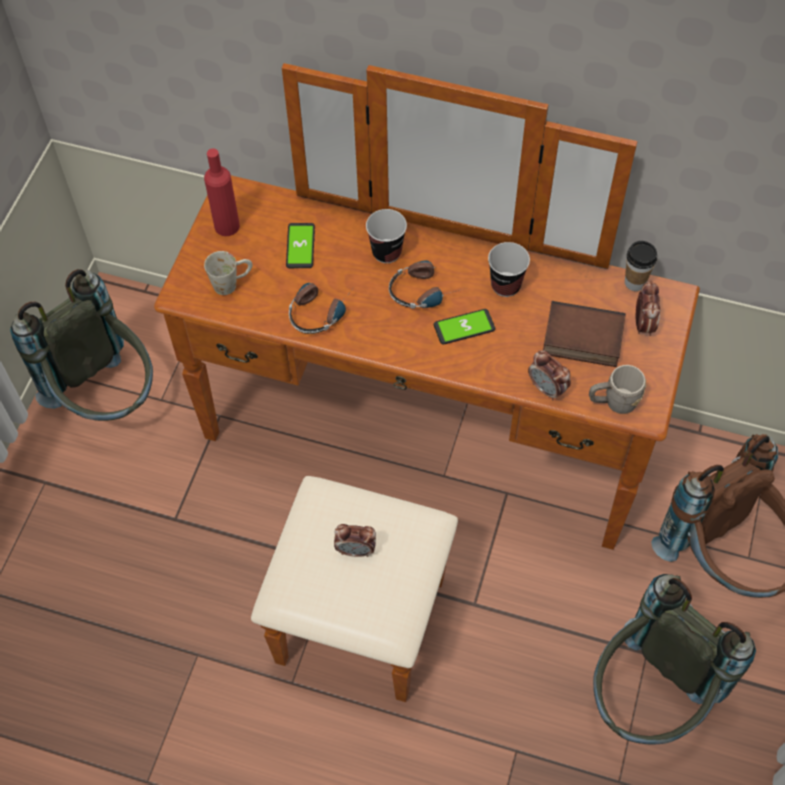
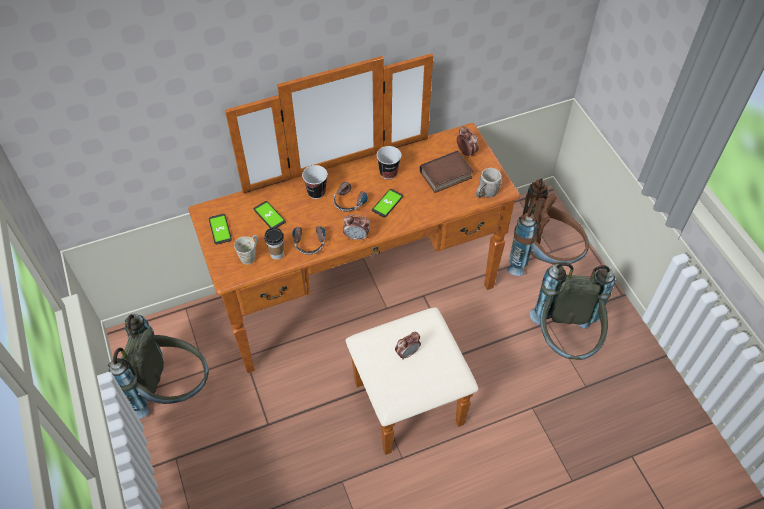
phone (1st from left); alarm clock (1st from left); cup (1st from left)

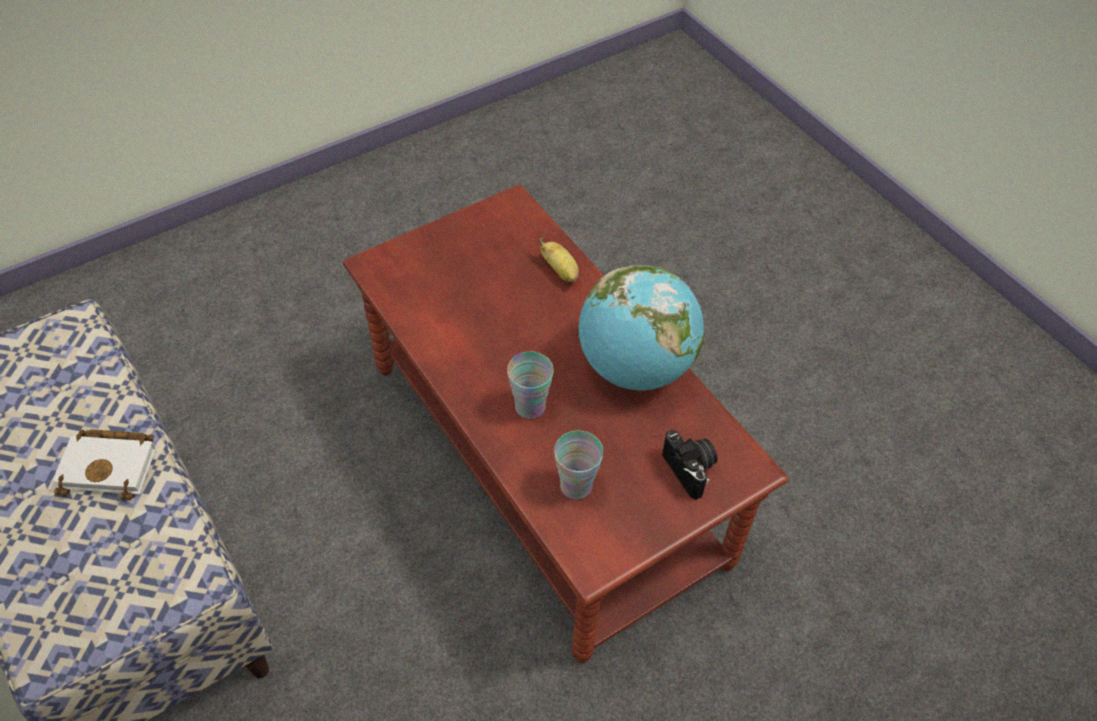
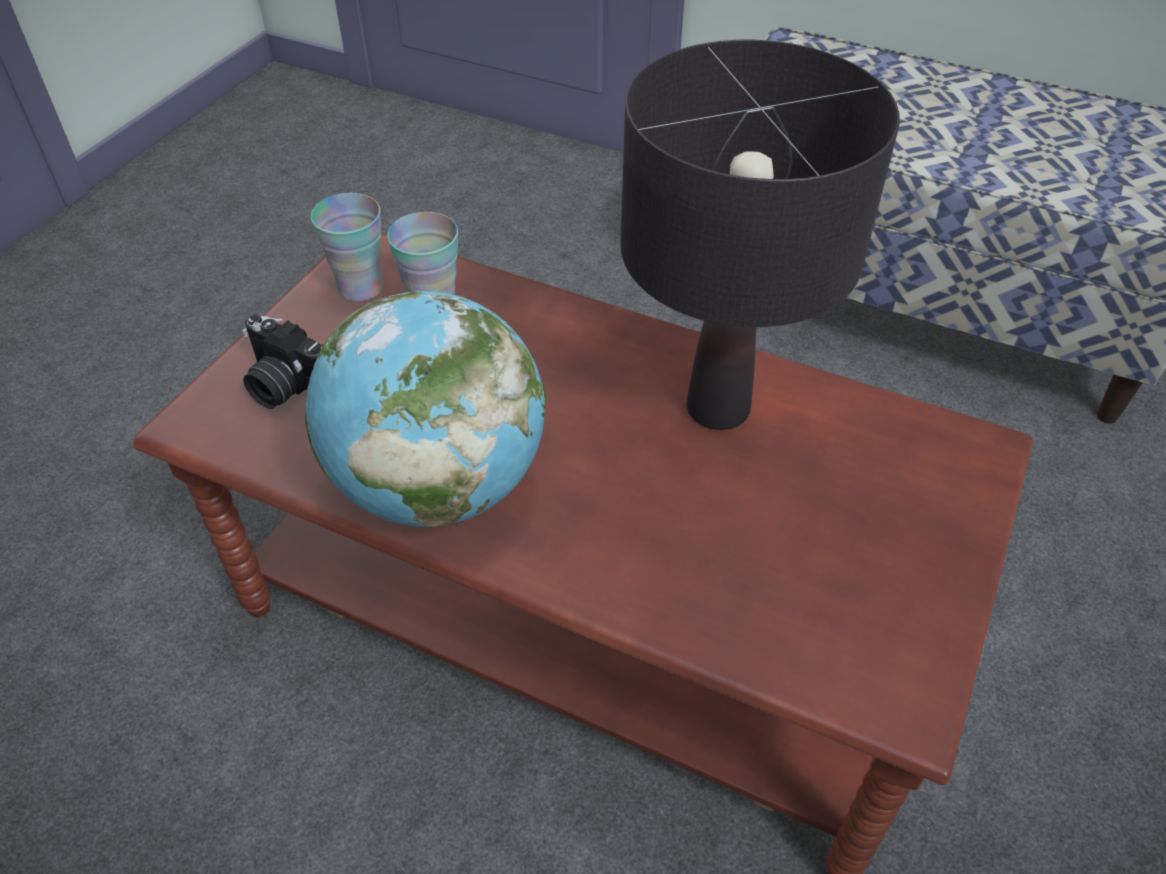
white book; cup (1st from left); banana; black table lamp

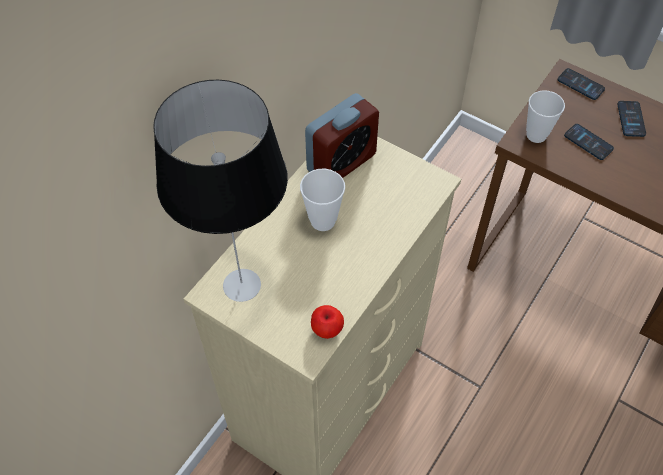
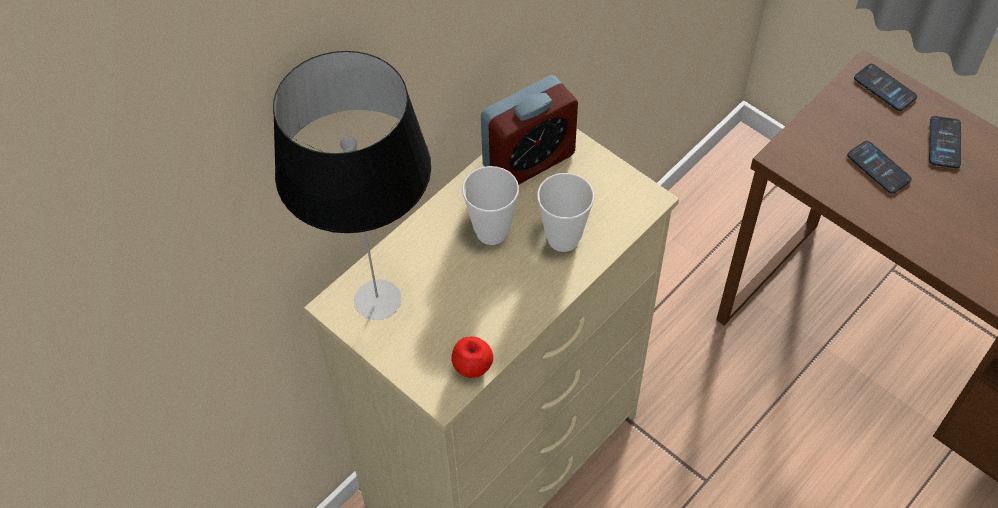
cup (2nd from left)

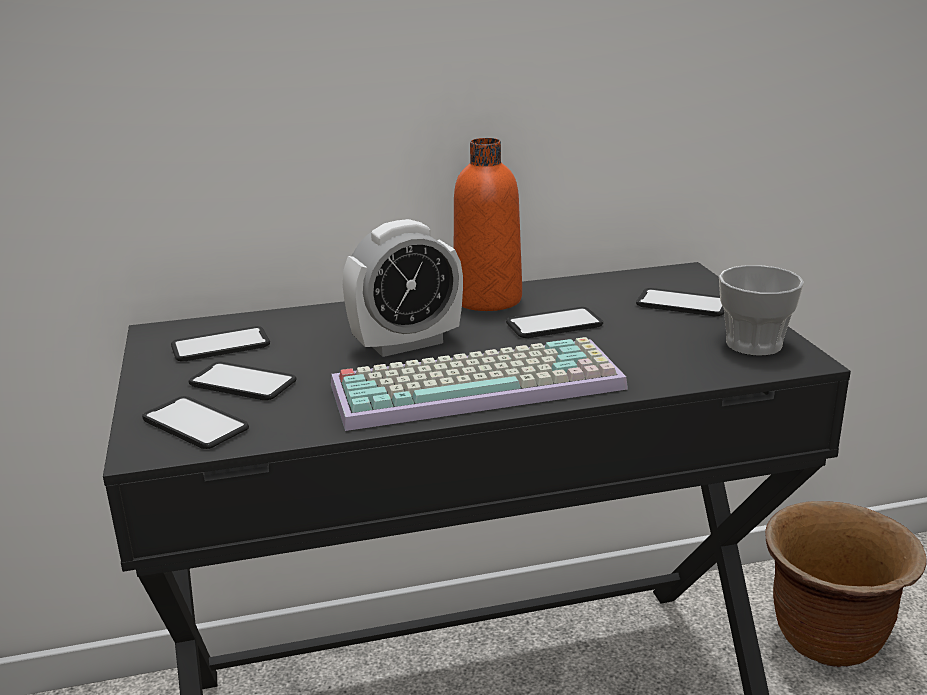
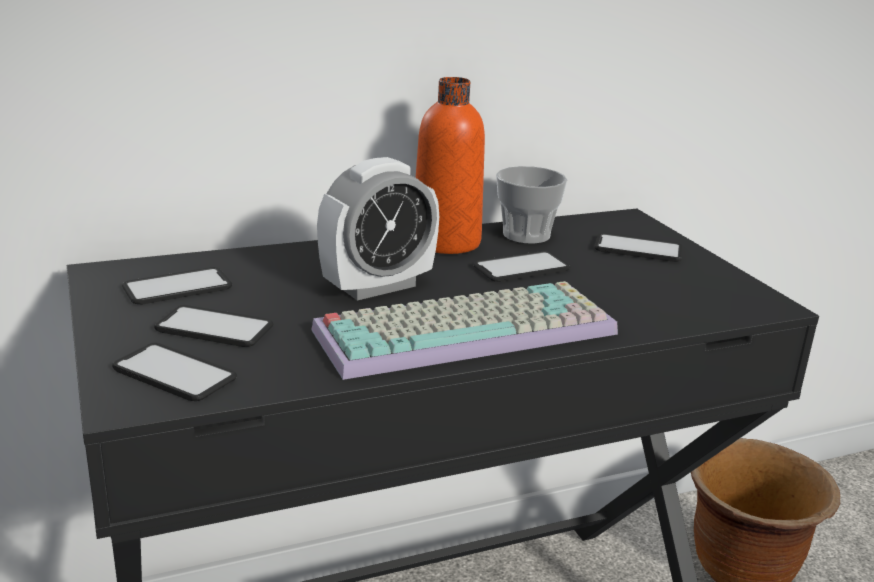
cup

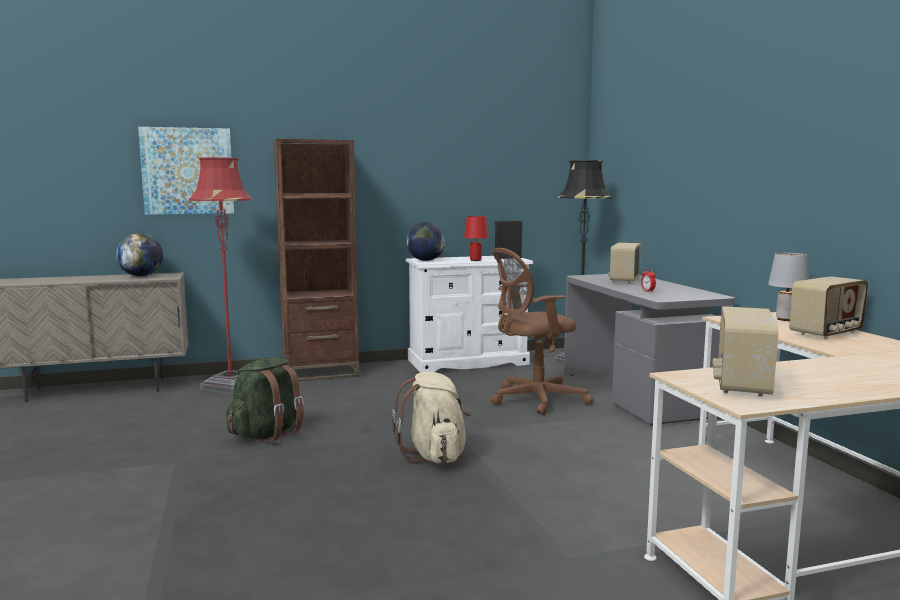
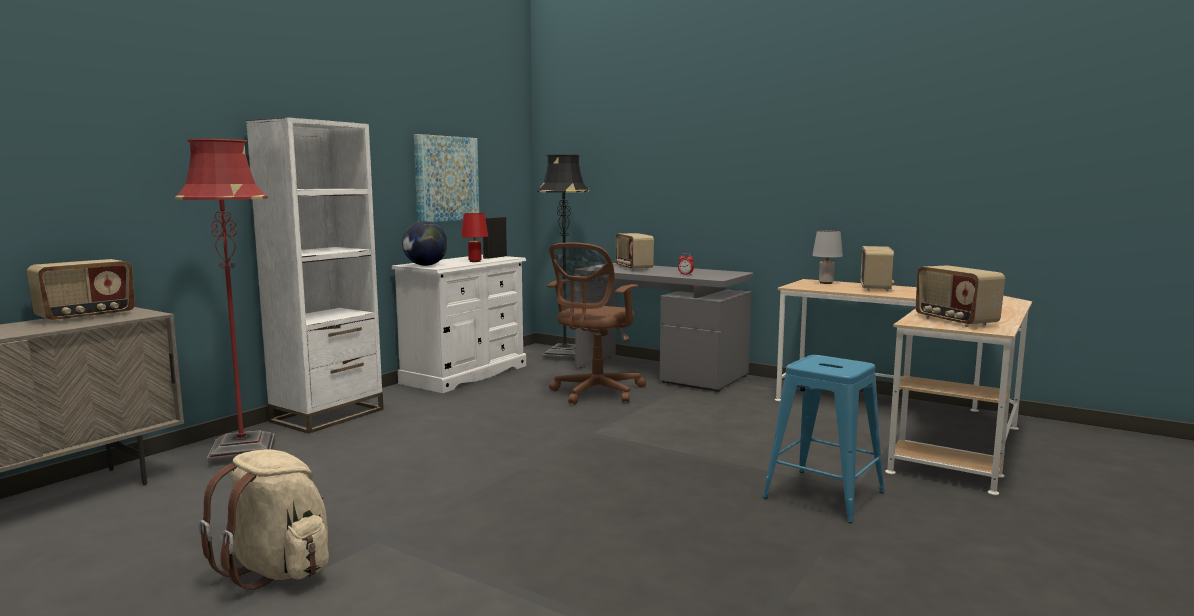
radio (1st from left); picture; green backpack; white bookcase; beige backpack; blue stool

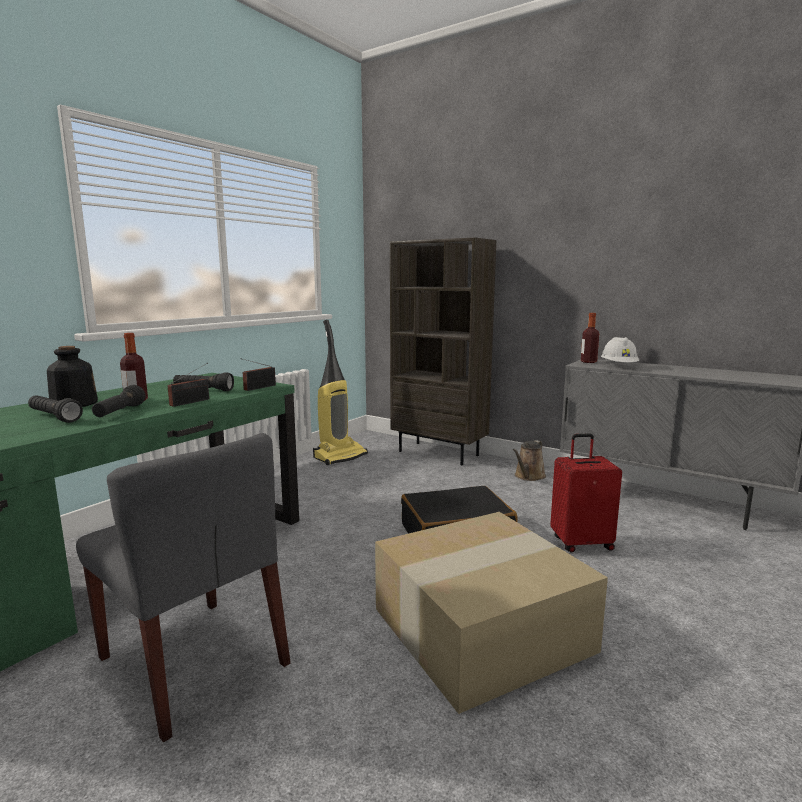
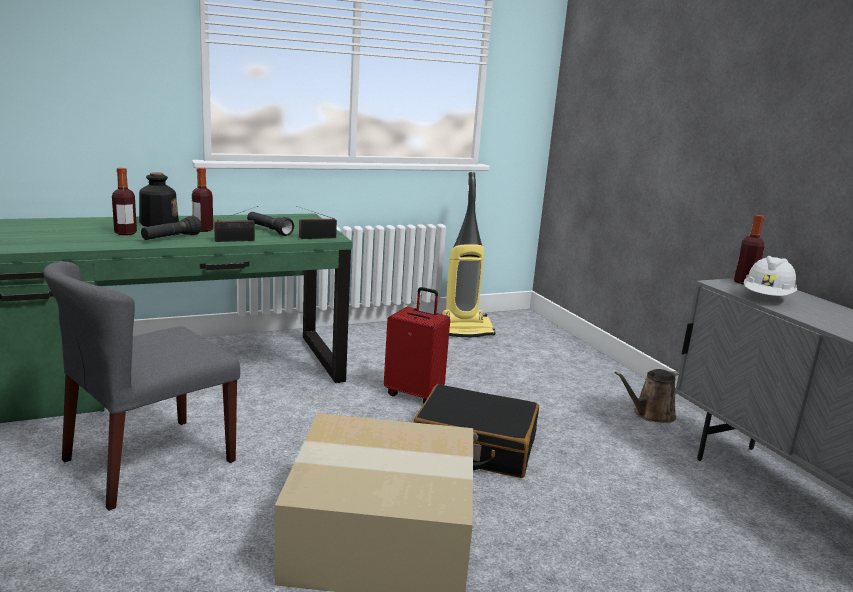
bottle (1st from left); grey chair; brown bookcase; red suitcase

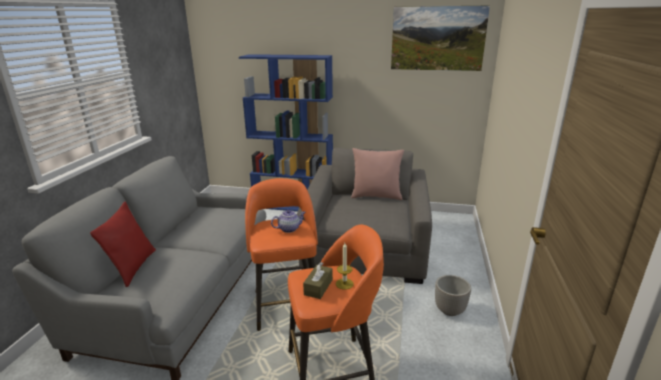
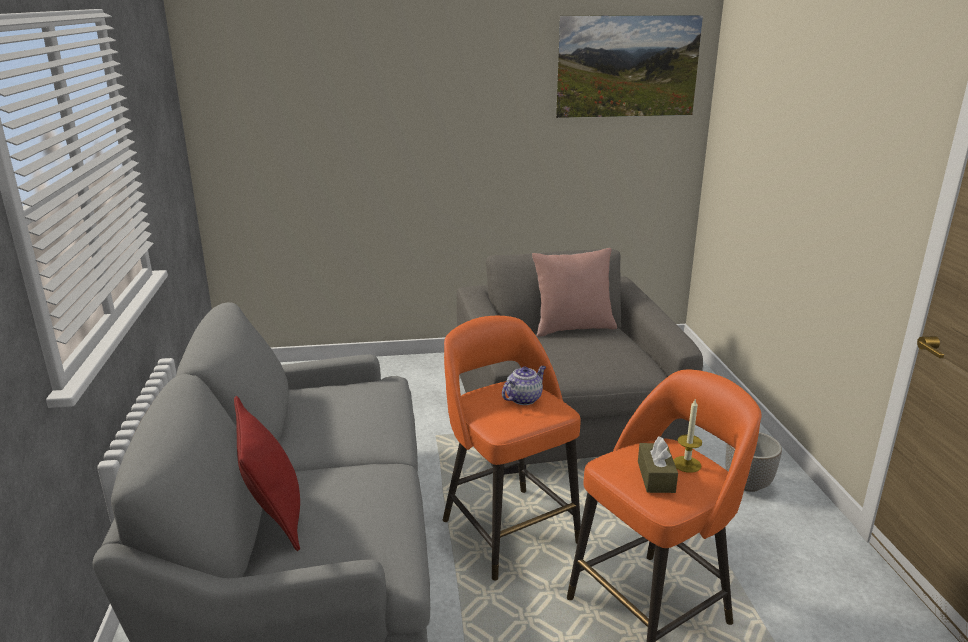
blue bookcase

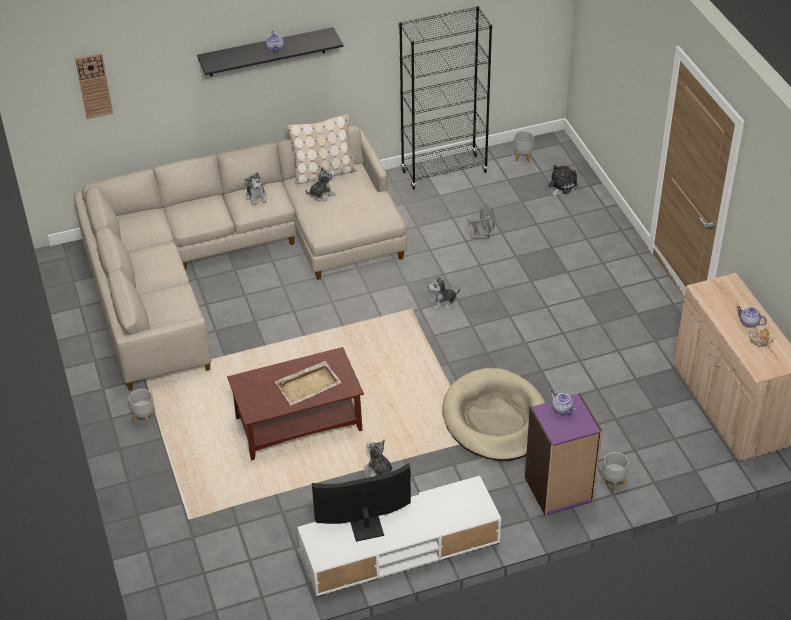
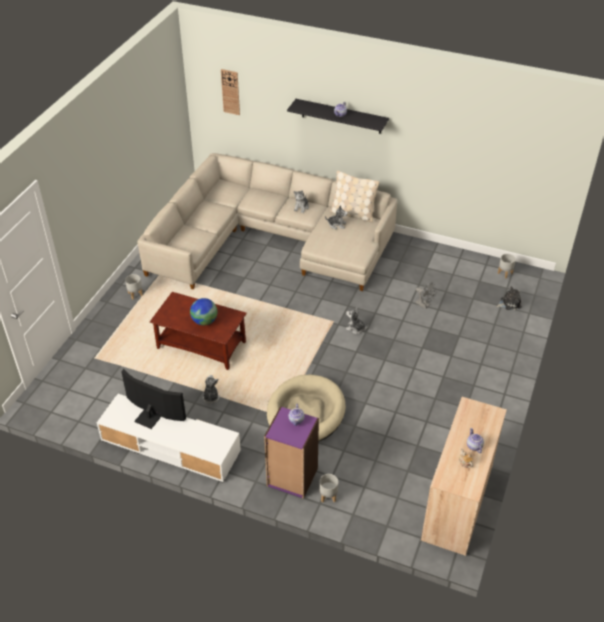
globe; black bookcase

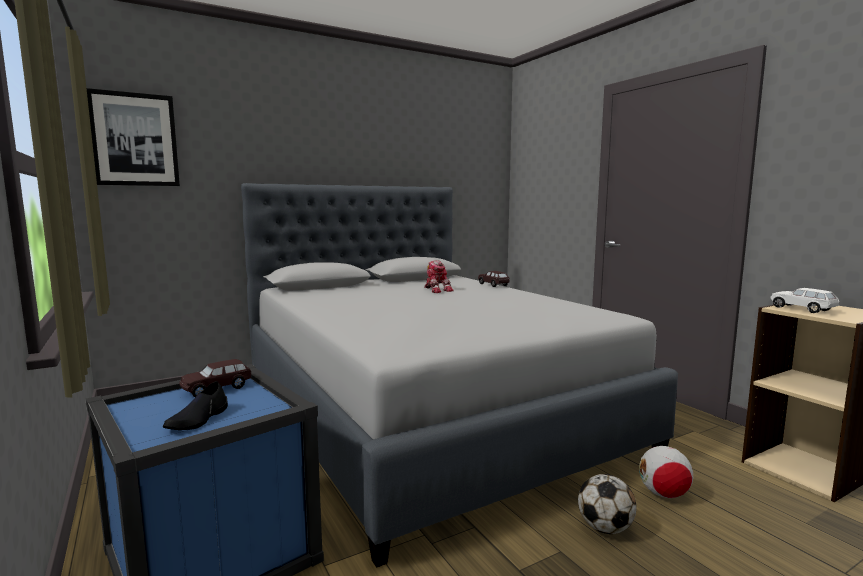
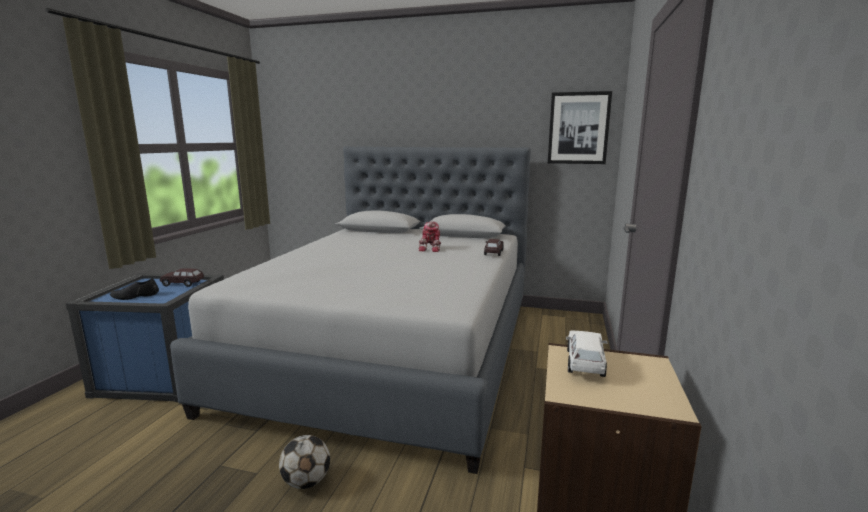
picture; football (2nd from left in the first image)

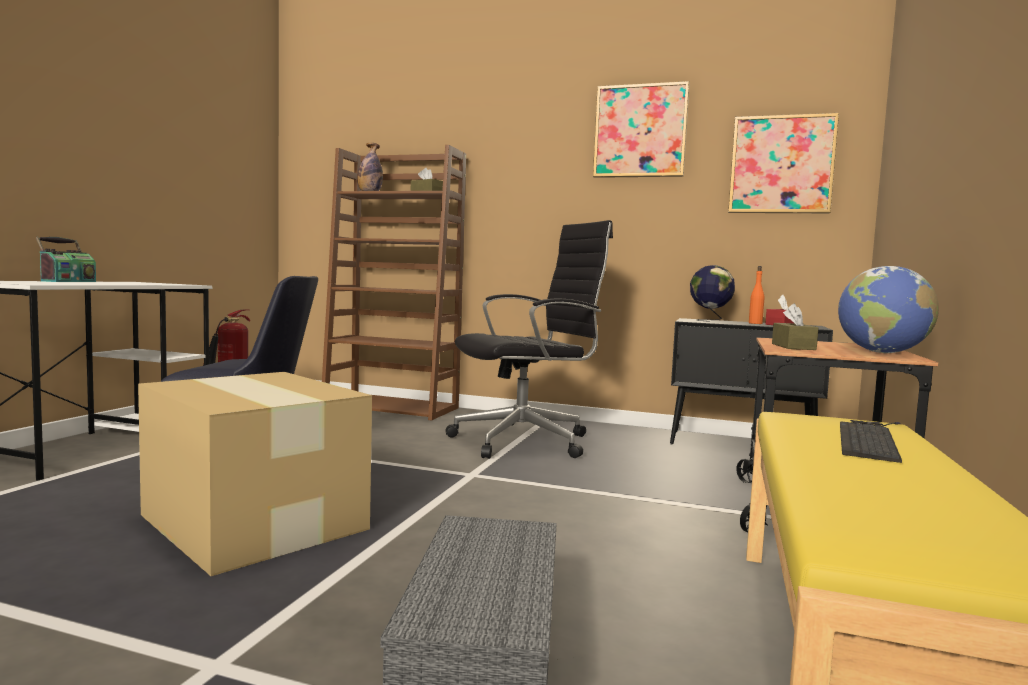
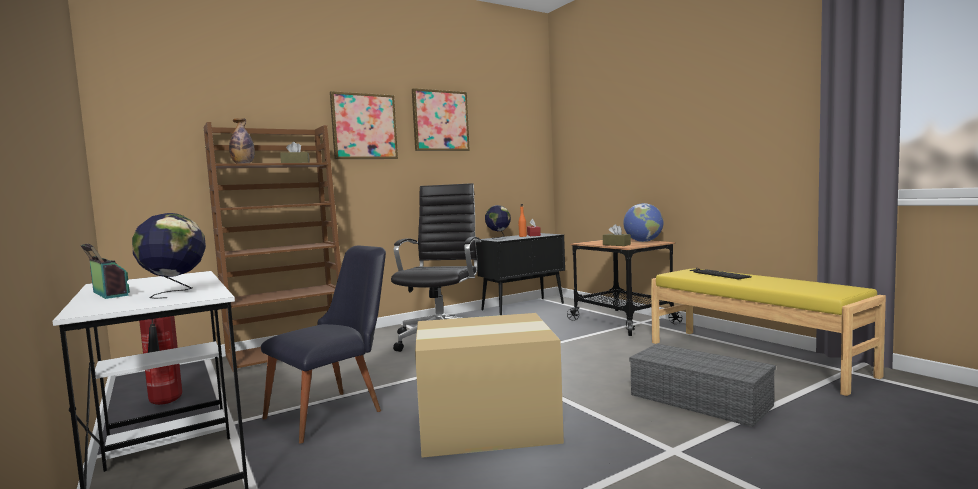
picture (1st from left); globe (1st from left)

